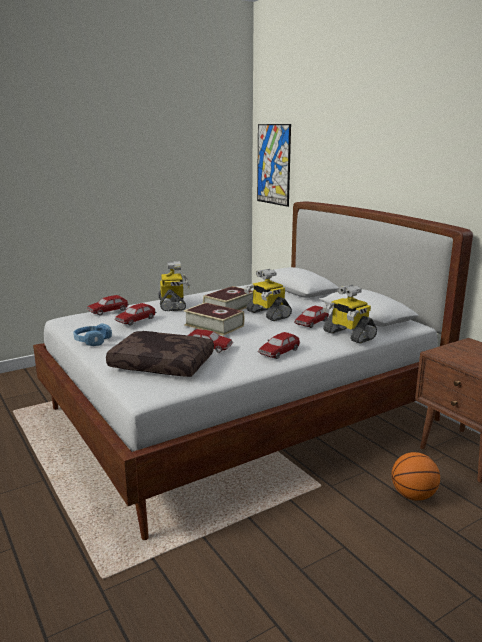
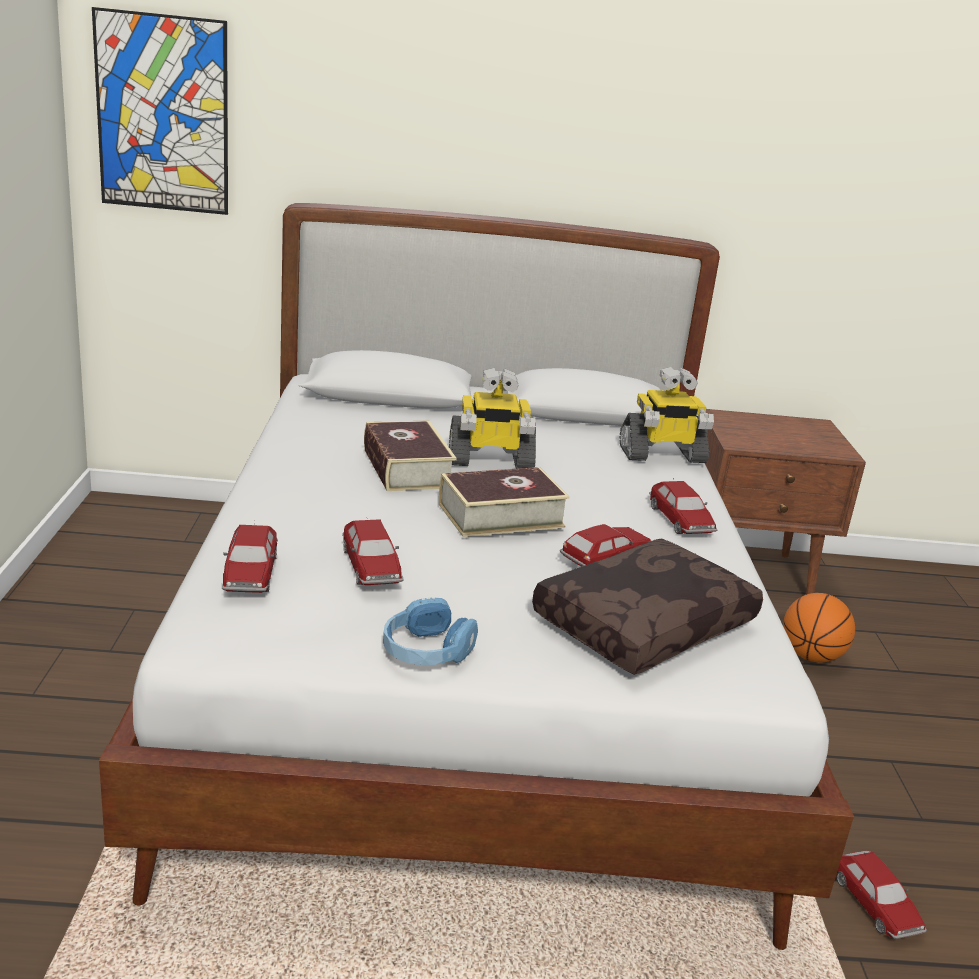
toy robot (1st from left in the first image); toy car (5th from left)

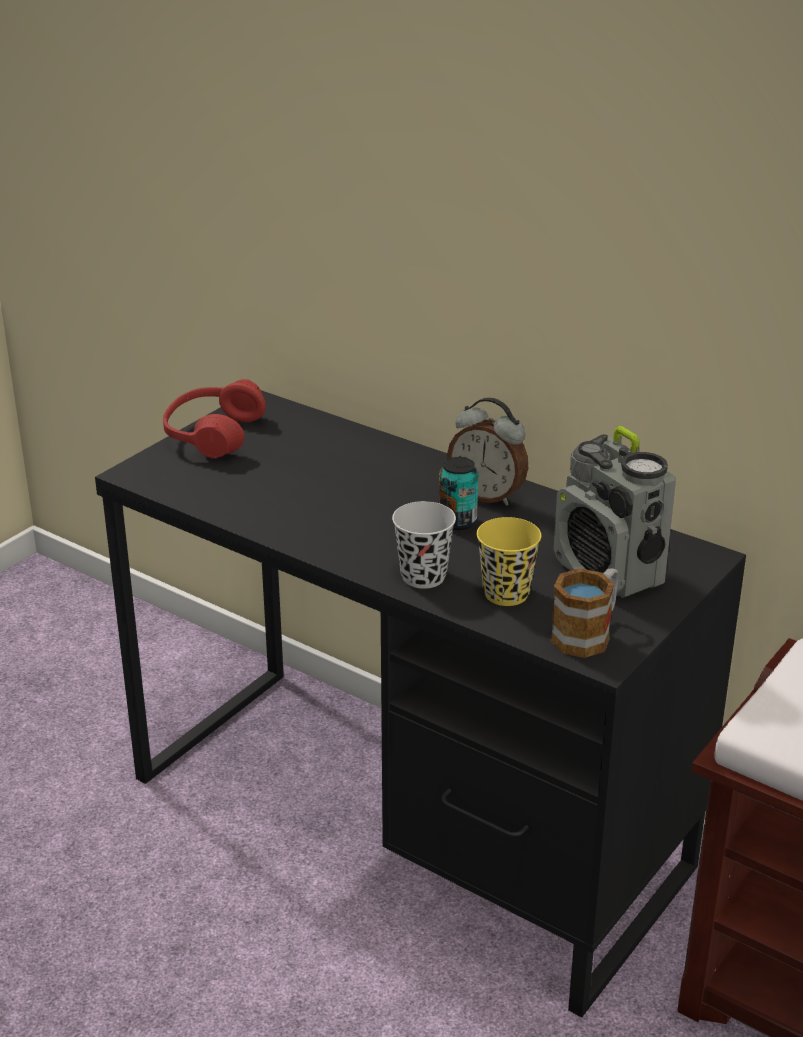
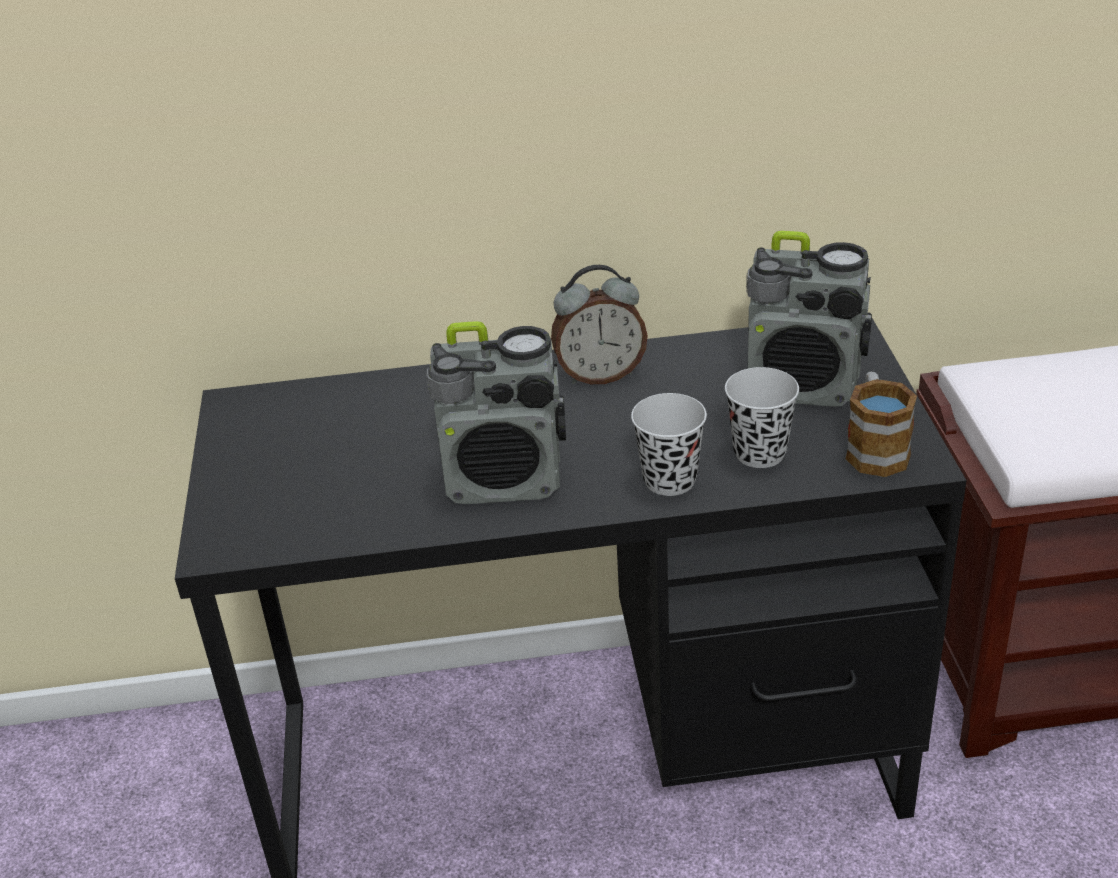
red headphones; can; black cup (2nd from left); radio (1st from left)

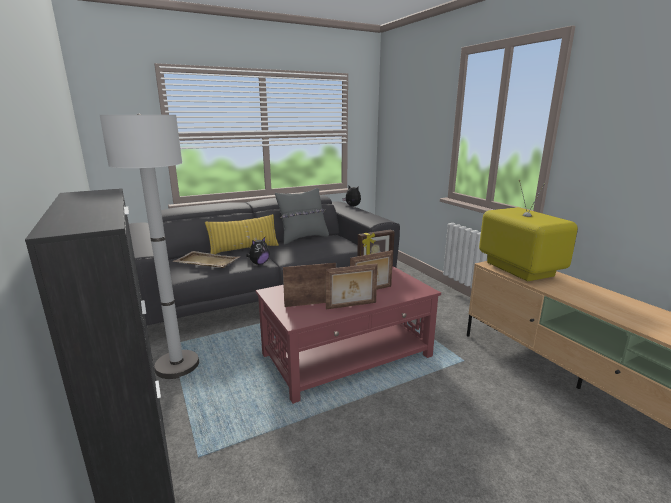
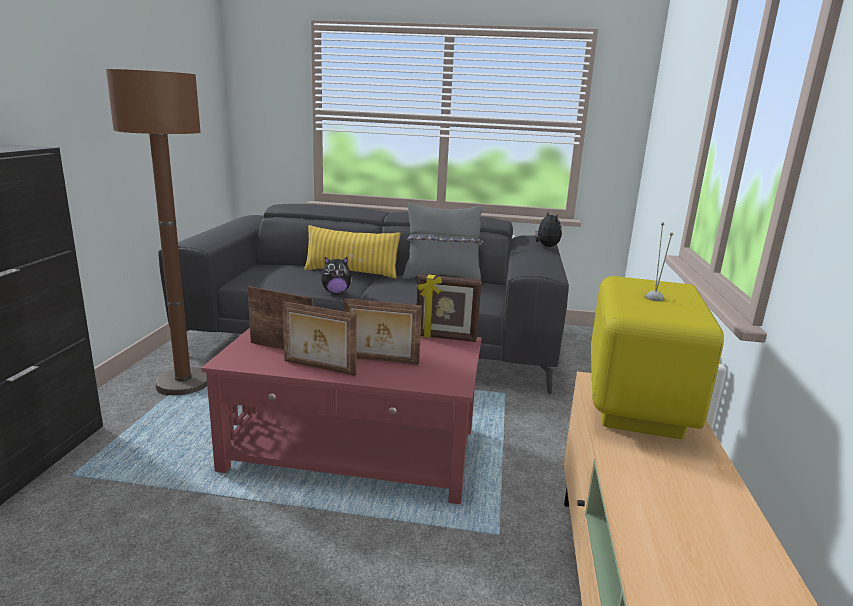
brown floor lamp; beige tray

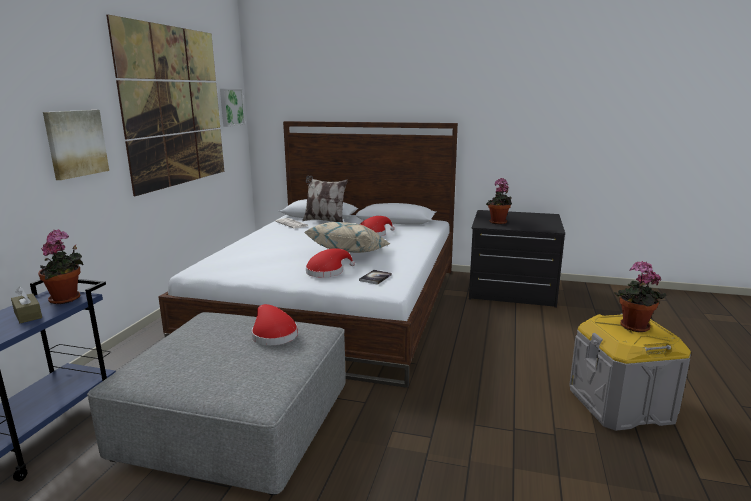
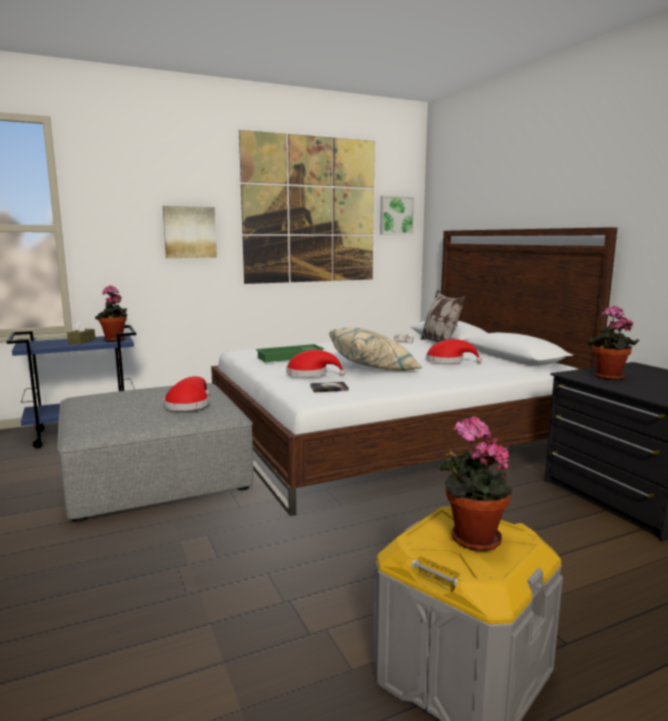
green tray

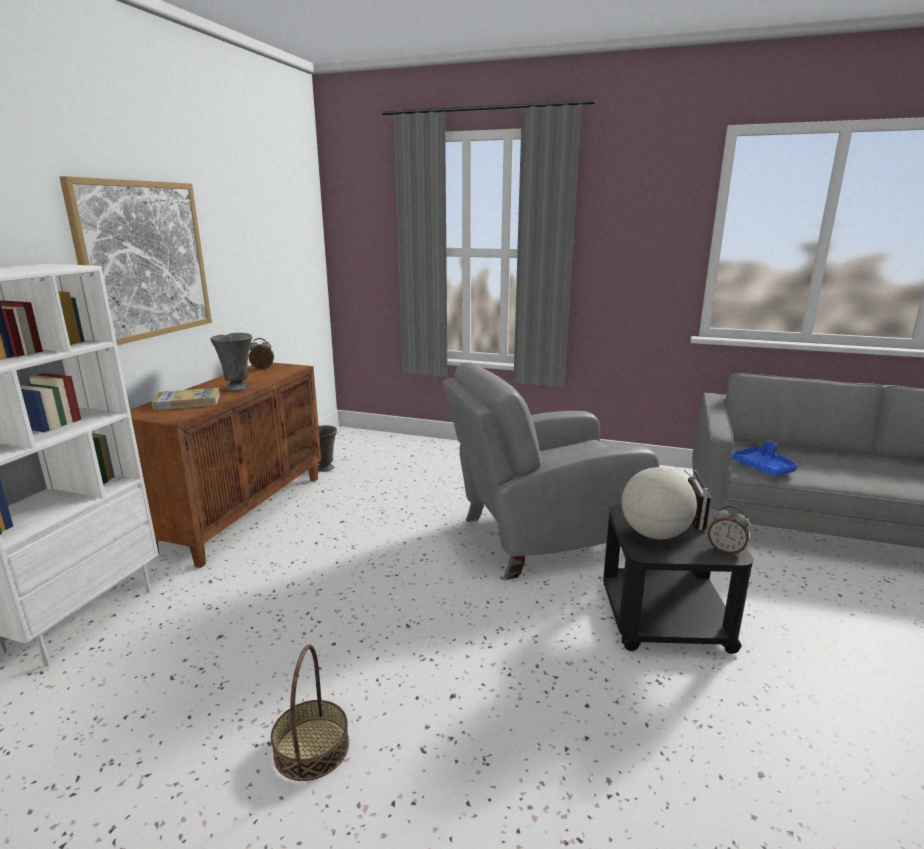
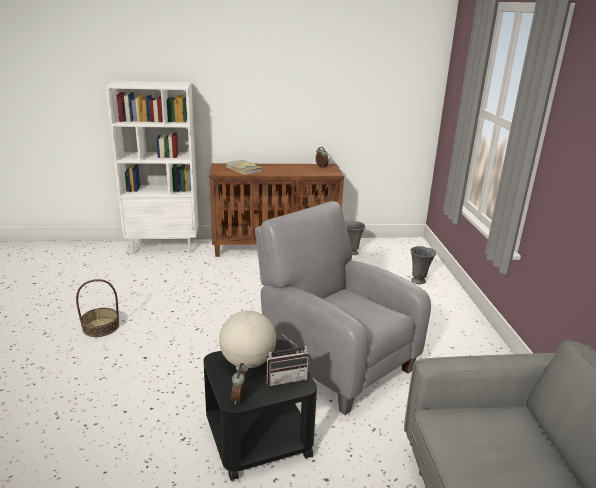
picture; grey vase (2nd from left); blue tray

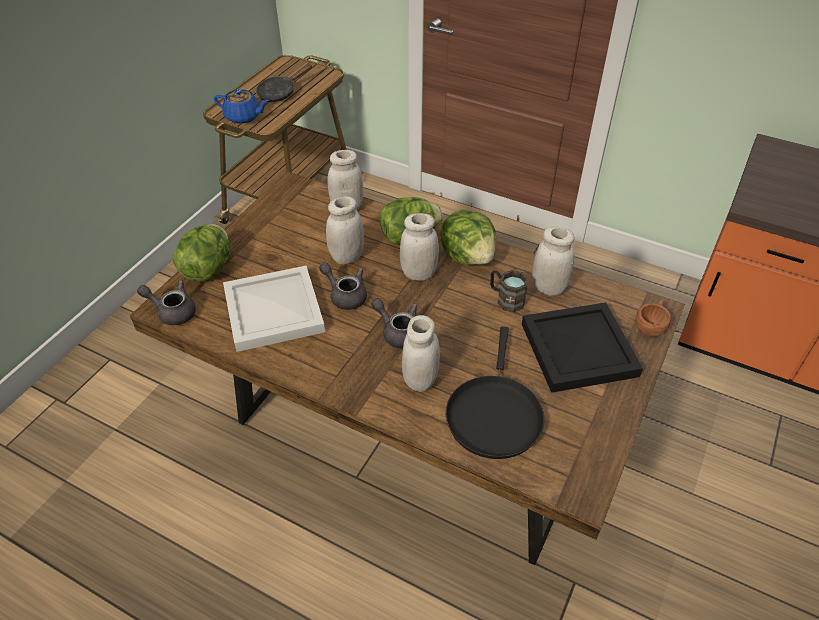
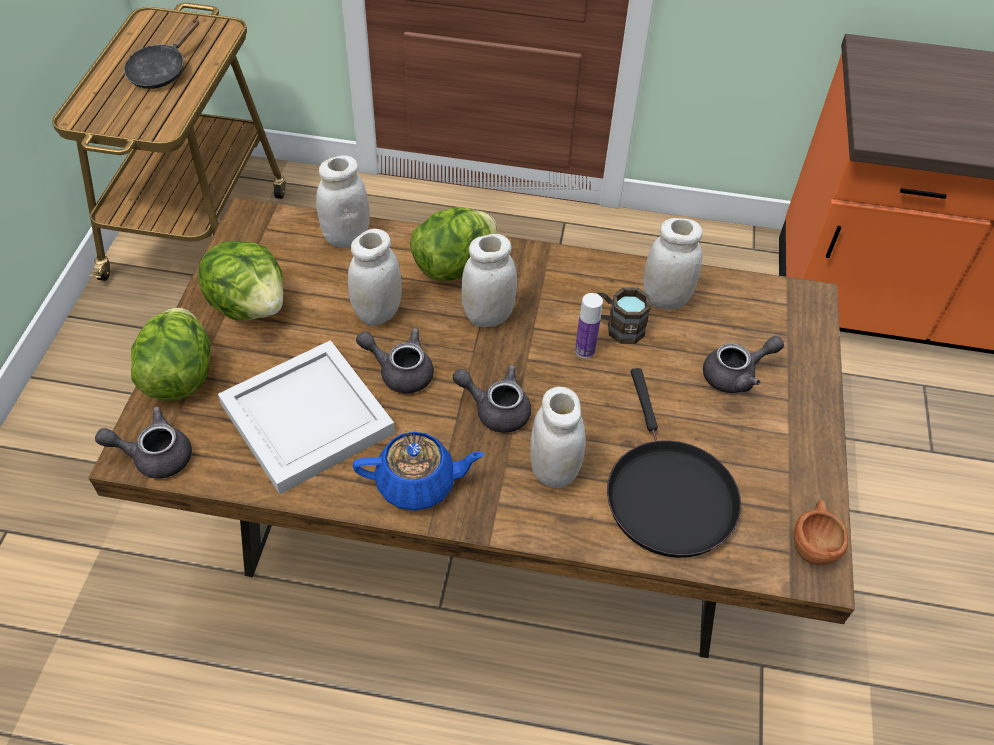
blue teapot; lettuce (2nd from left); grey teapot (4th from left); brown cup; bottle

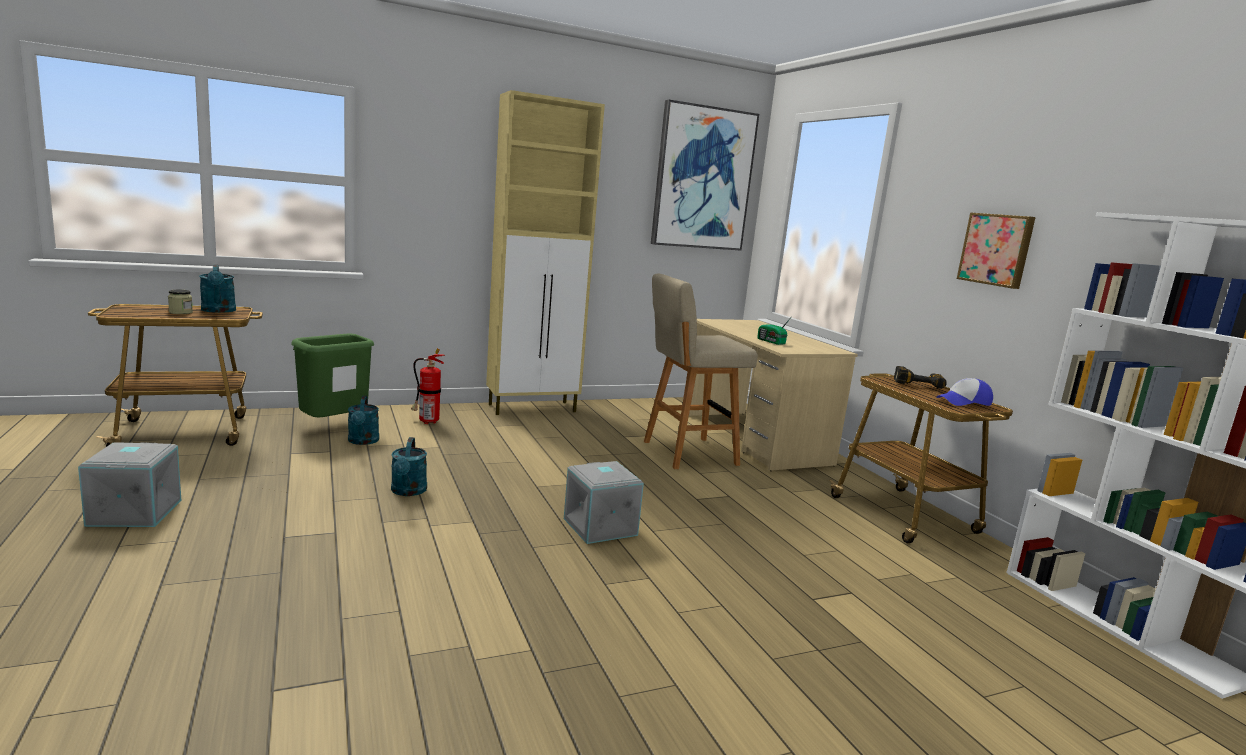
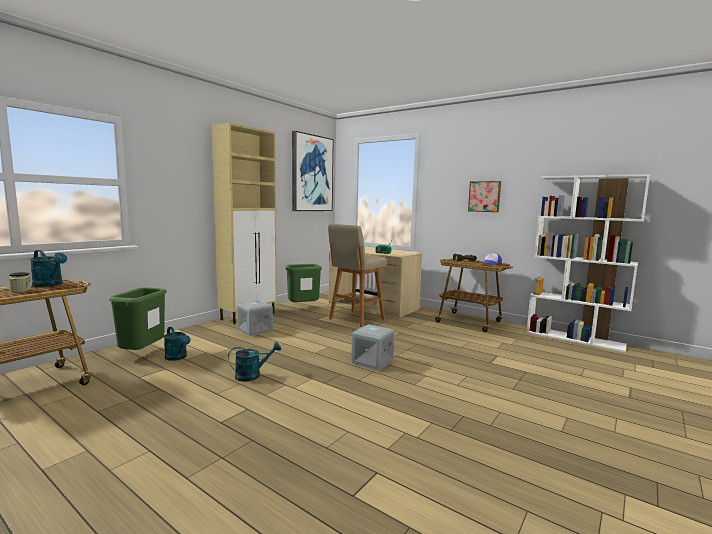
grey storage box (1st from left); turquoise watering can (3rd from left); fire extinguisher; green trash can (2nd from left)

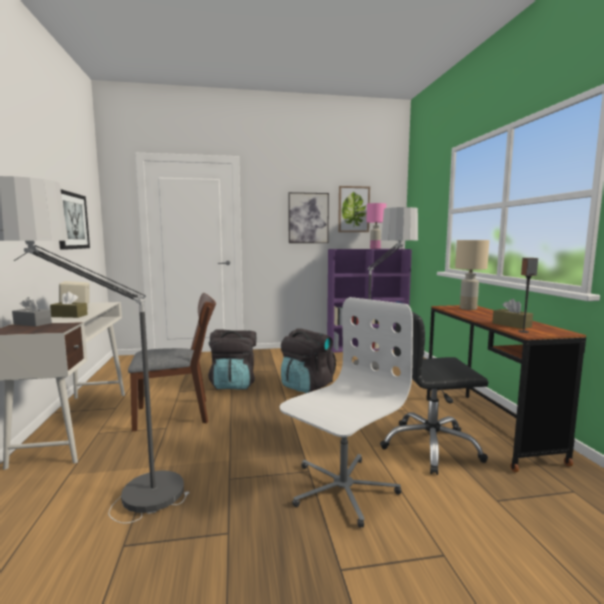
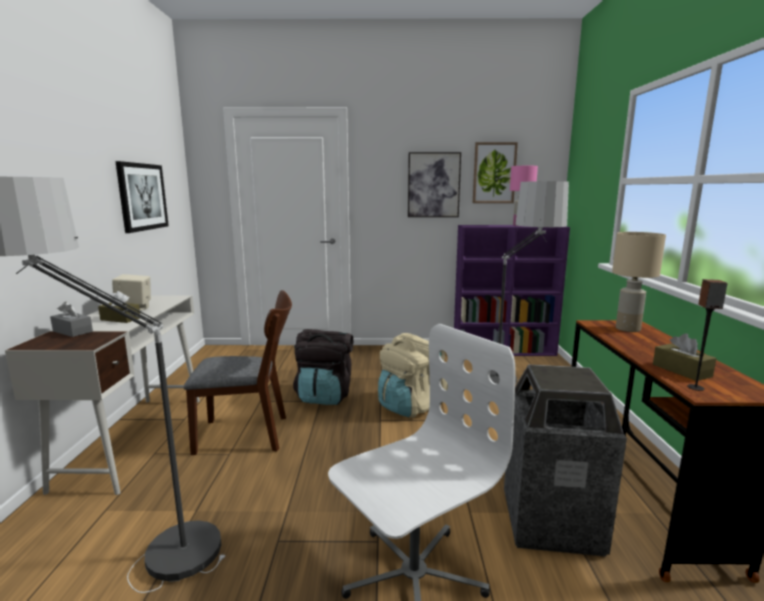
beige backpack; trash can

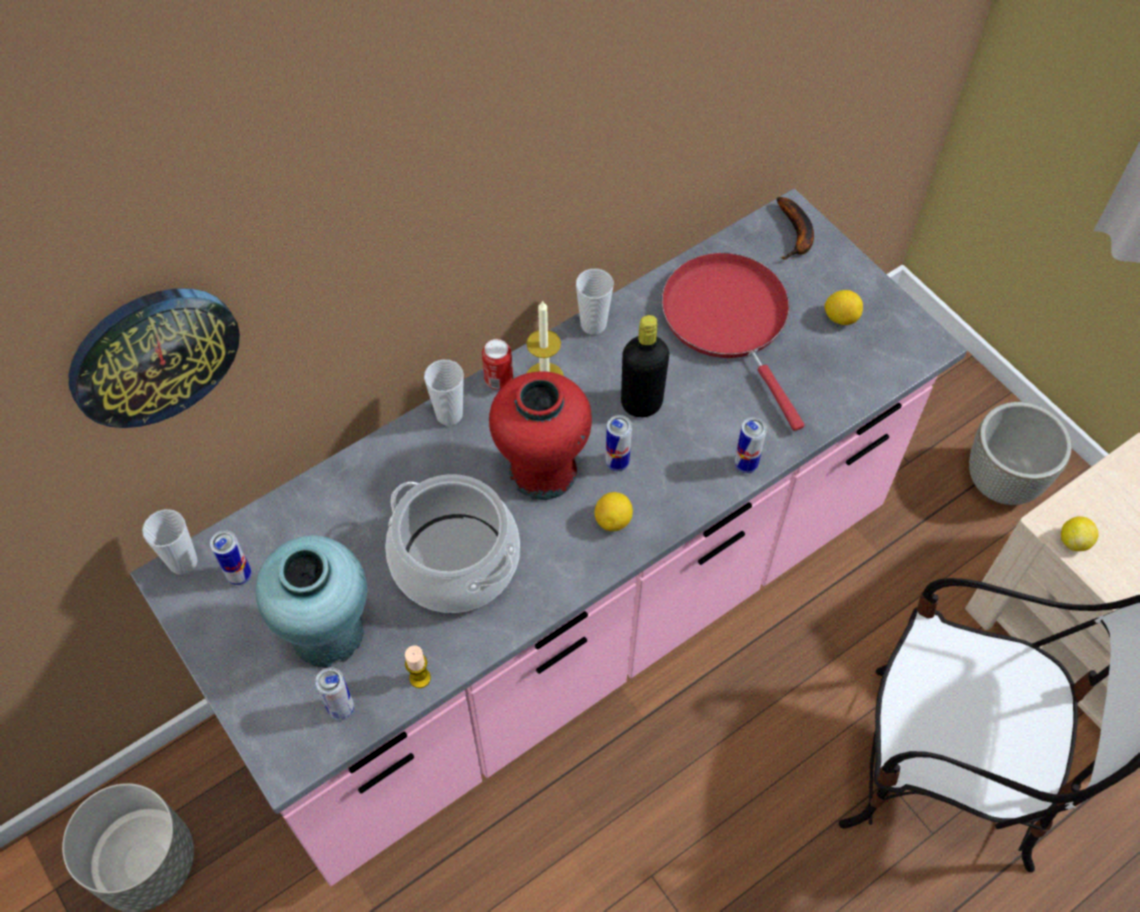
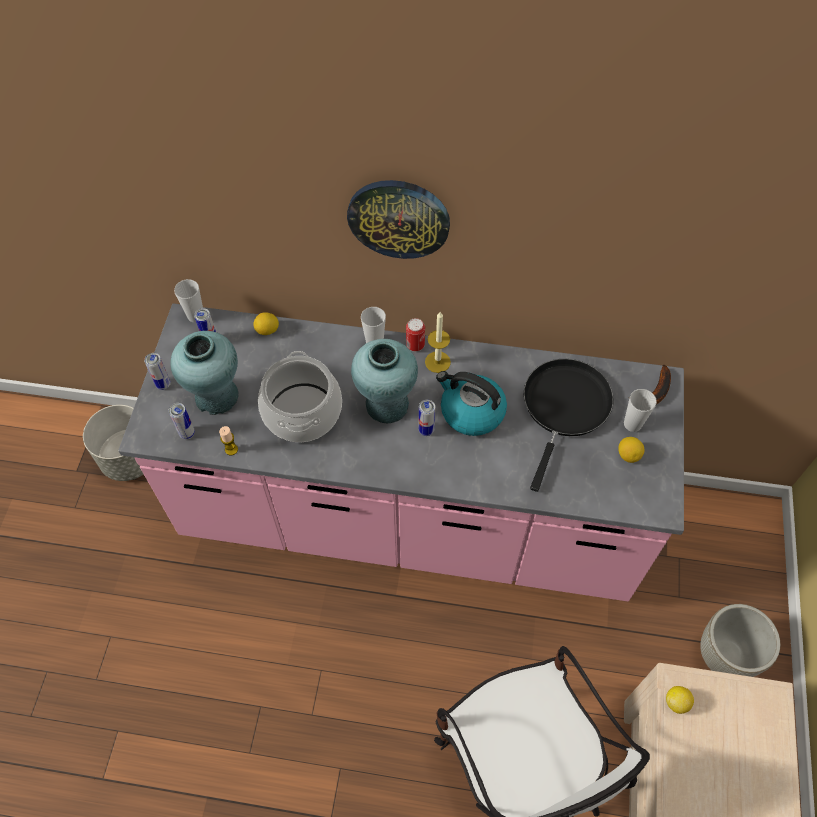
wall clock; turquoise vase (2nd from left); cup (3rd from left); lemon (1st from left); kettle; black frying pan; can (1st from left)

